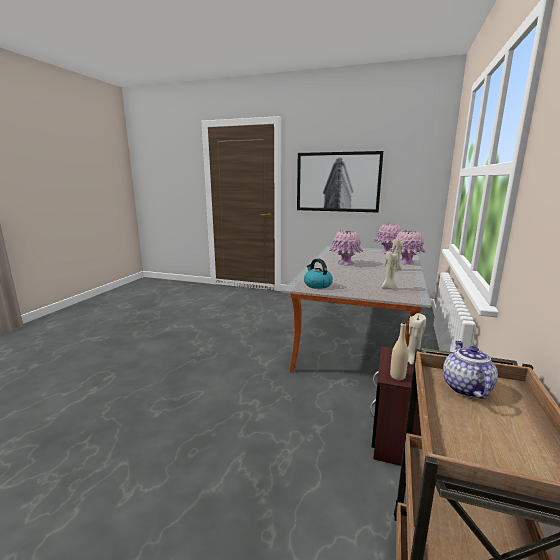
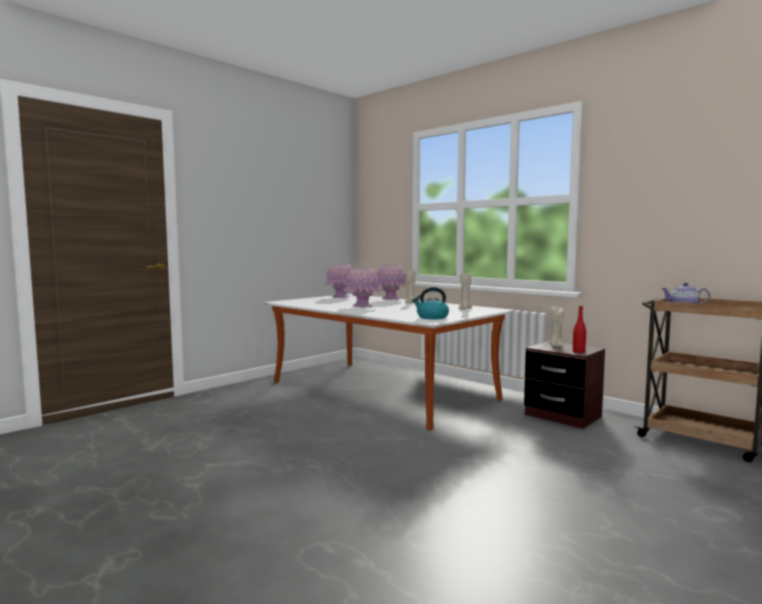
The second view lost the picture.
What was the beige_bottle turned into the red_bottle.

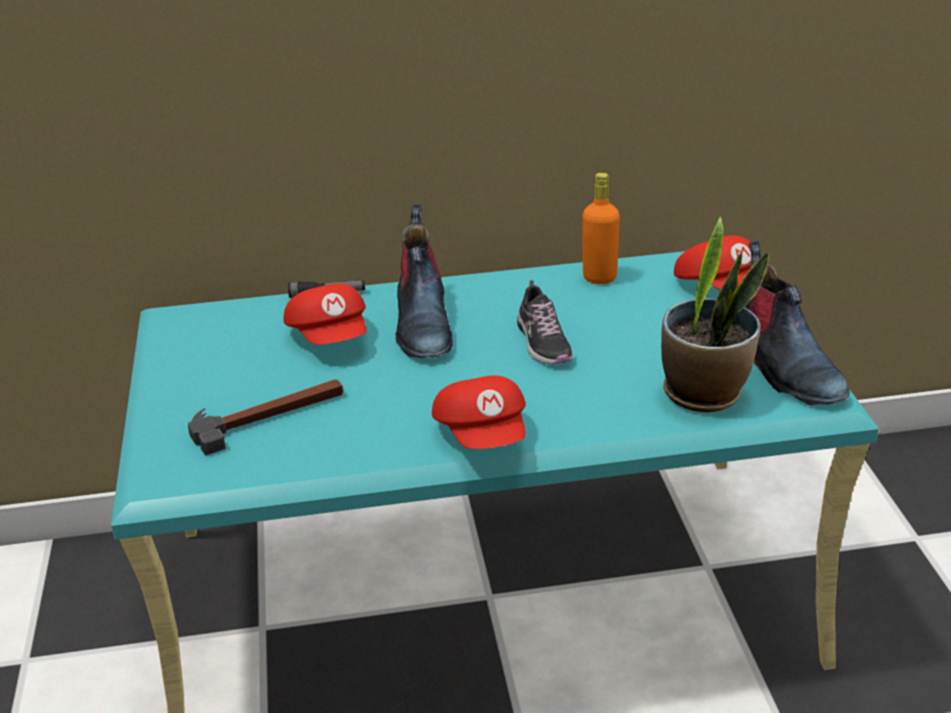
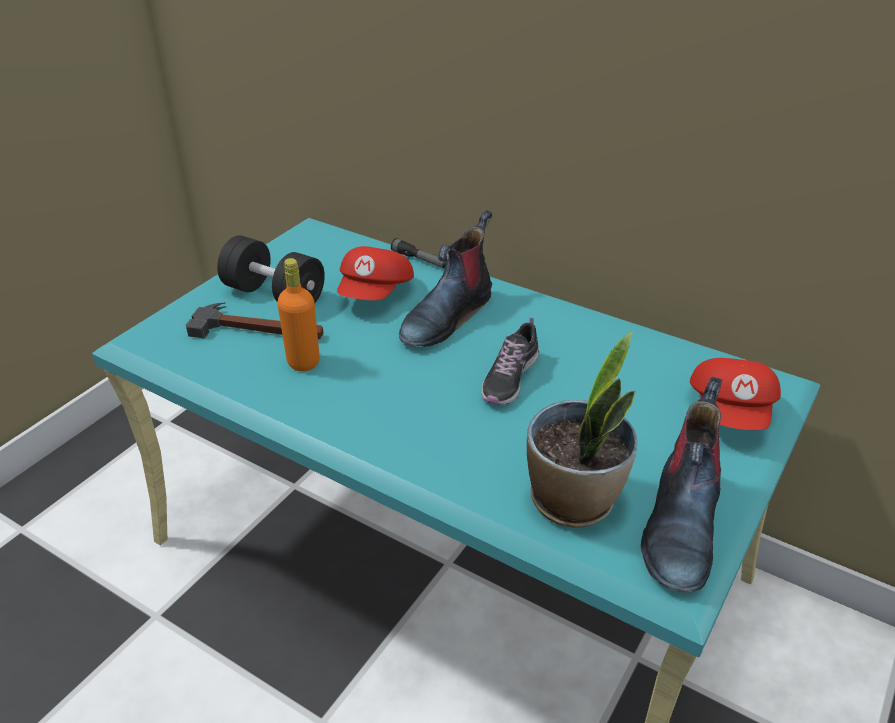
The second view lost the red_cap (no. 2 from left).
The second view gained the black_dumbbell.
The orange_bottle ended up elsewhere.

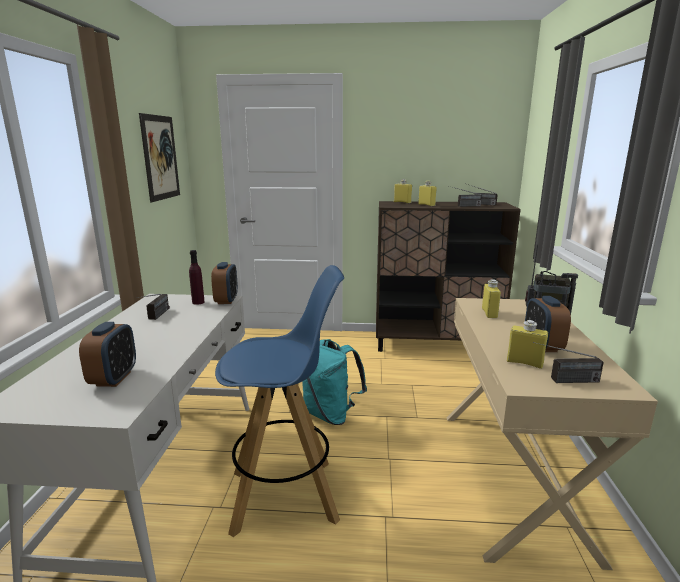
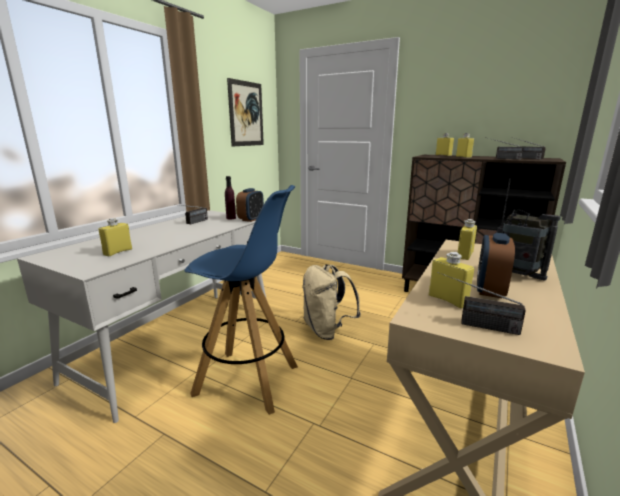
Where the alarm_clock (no. 1 from left) stood, the yellow_bottle (no. 1 from left) came to stand.
What was the turquoise_backpack turned into the beige_backpack.

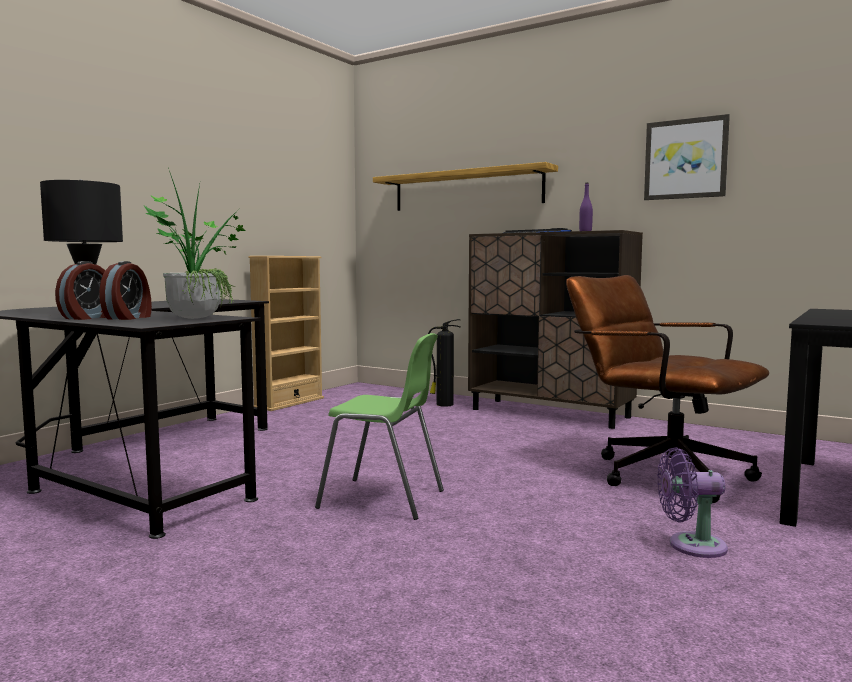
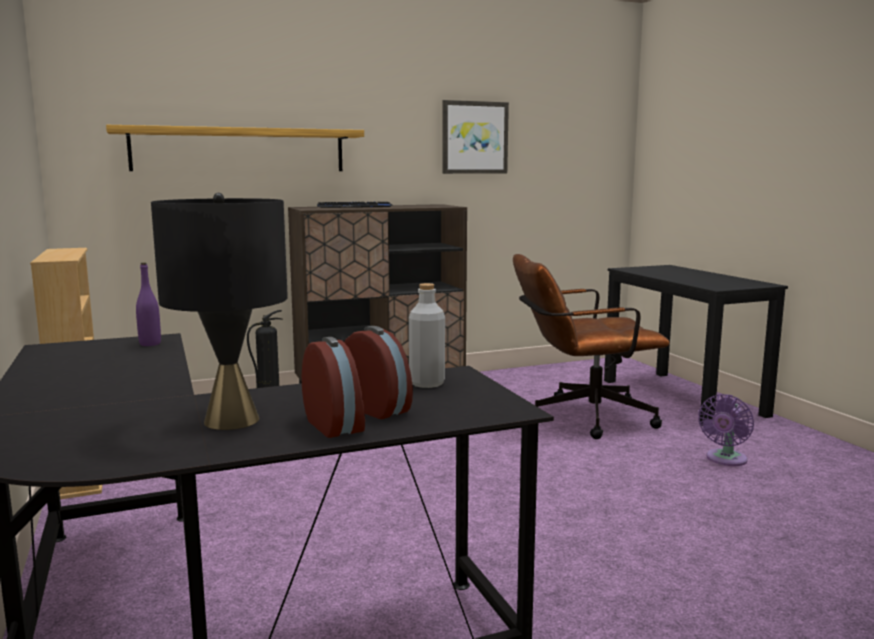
The second view lost the green_chair.
The purple_bottle ended up elsewhere.
Where the potted_plant stood, the grey_bottle came to stand.

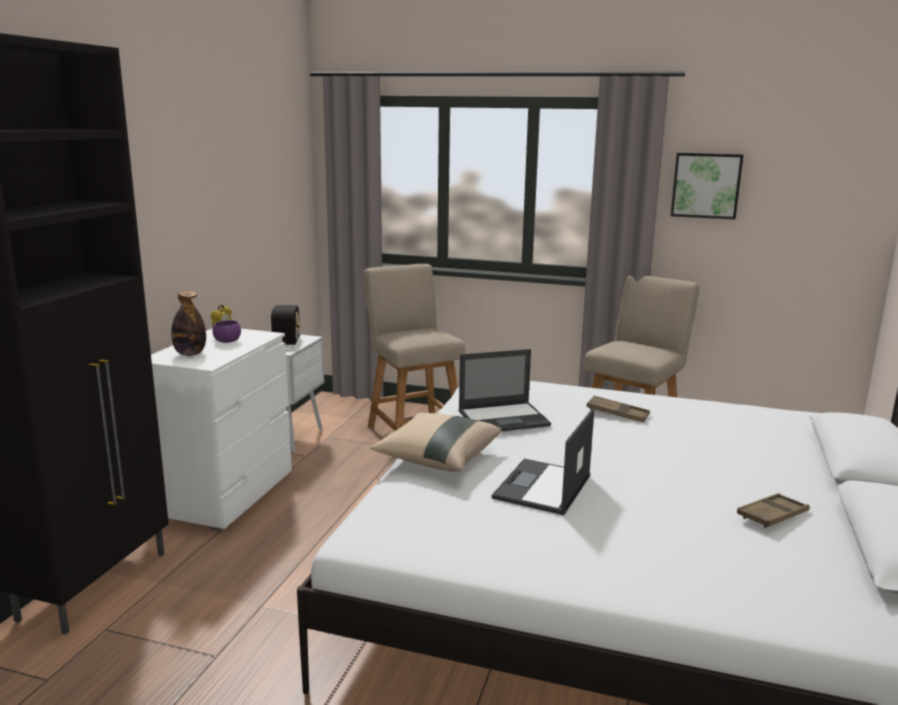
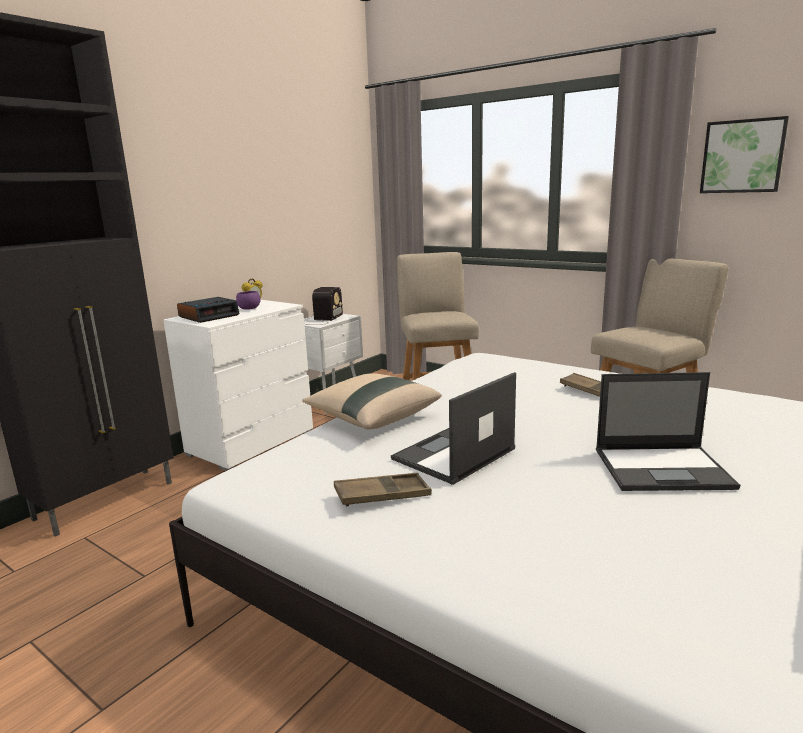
The laptop (no. 1 from left in the first image) ended up elsewhere.
The brown_tray (no. 2 from left in the first image) ended up elsewhere.
Where the bottle stood, the alarm_clock (no. 1 from left) came to stand.

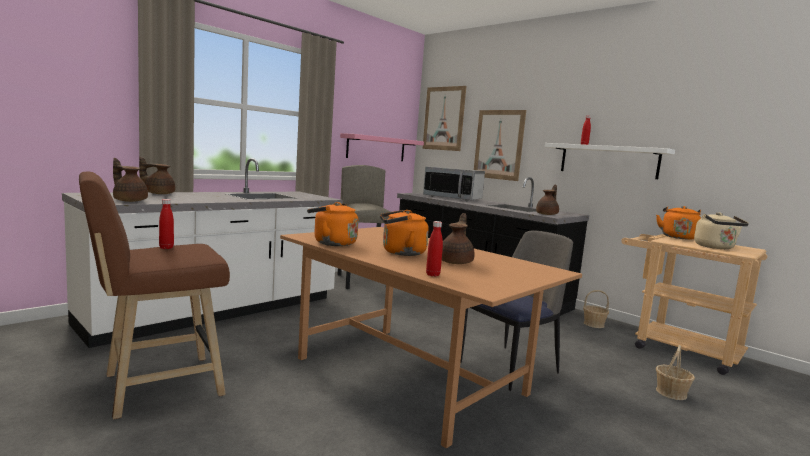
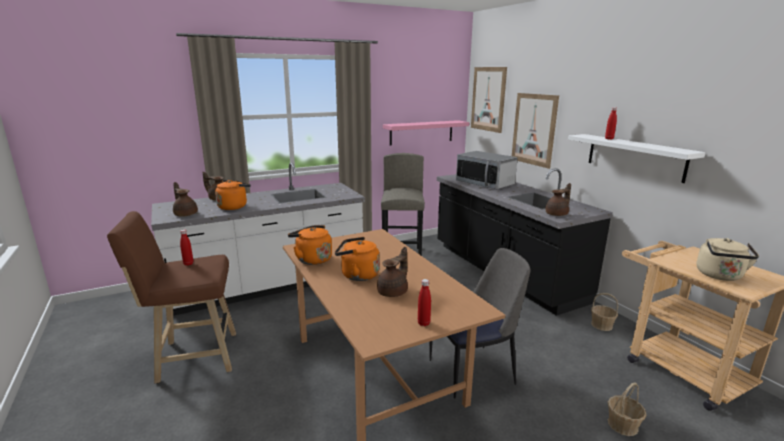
The red_bottle (no. 2 from left) ended up elsewhere.
The orange_kettle (no. 3 from left in the first image) ended up elsewhere.

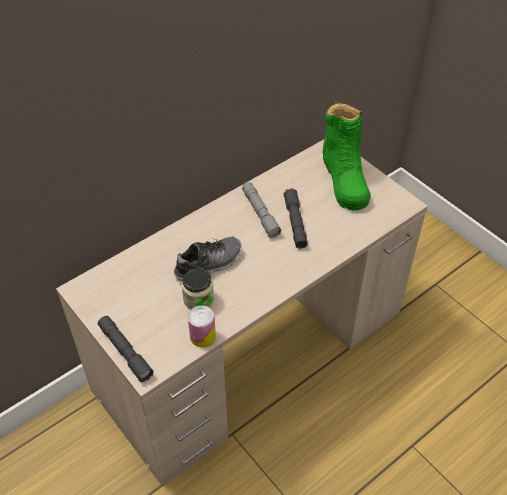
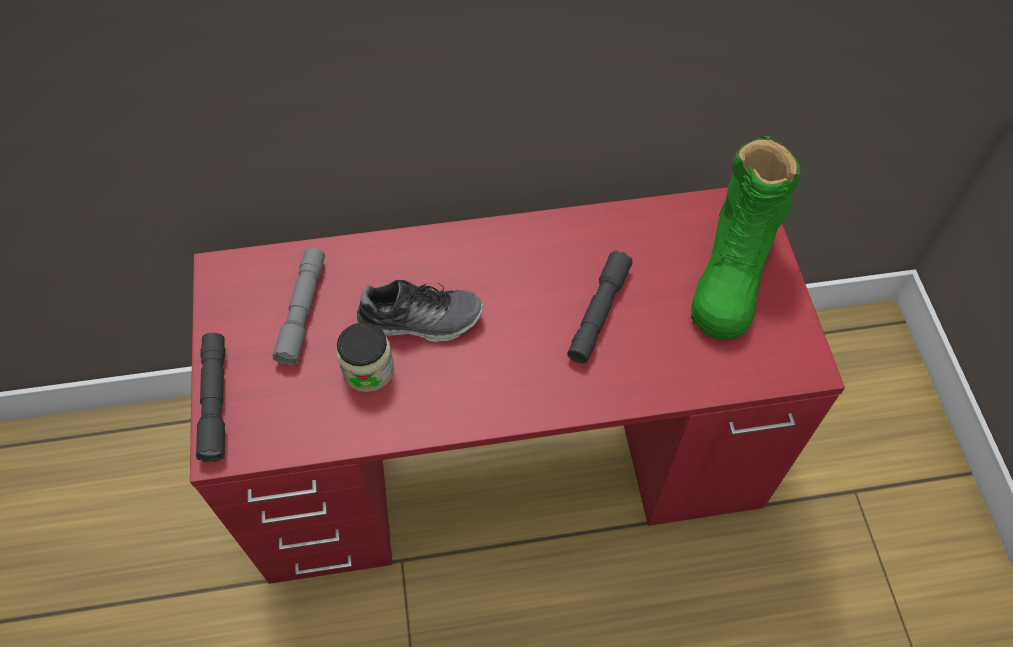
The second view lost the can.
The grey_flashlight (no. 2 from left) ended up elsewhere.
What was the beige_desk turned into the red_desk.

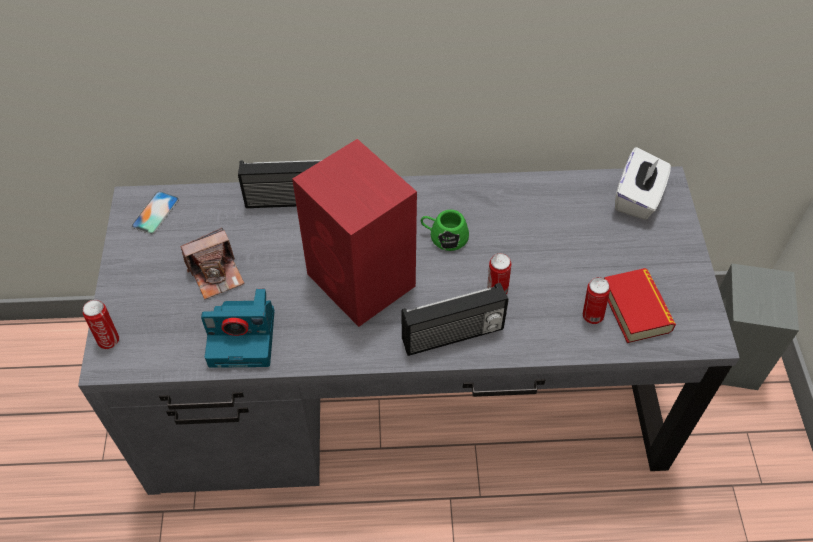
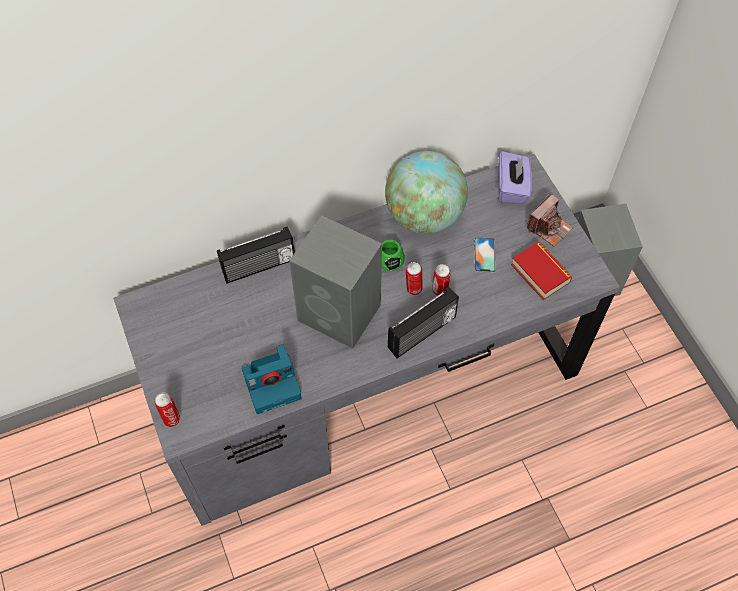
The second view gained the globe.
The phone ended up elsewhere.
The photo_camera (no. 1 from left in the first image) ended up elsewhere.
The can (no. 3 from left in the first image) ended up elsewhere.
What was the red_speaker turned into the grey_speaker (no. 1 from left).
What was the white_tissue_box turned into the purple_tissue_box.

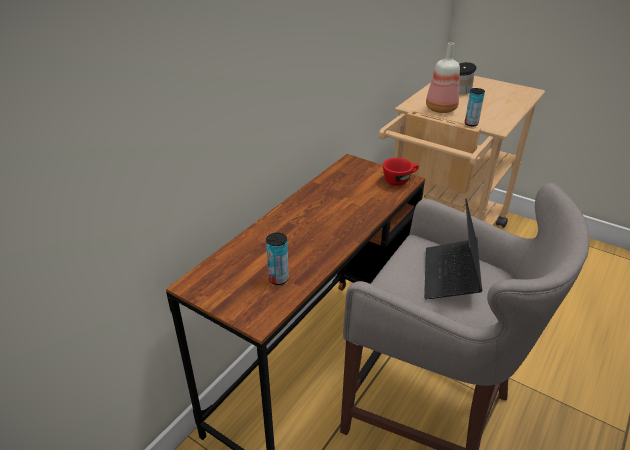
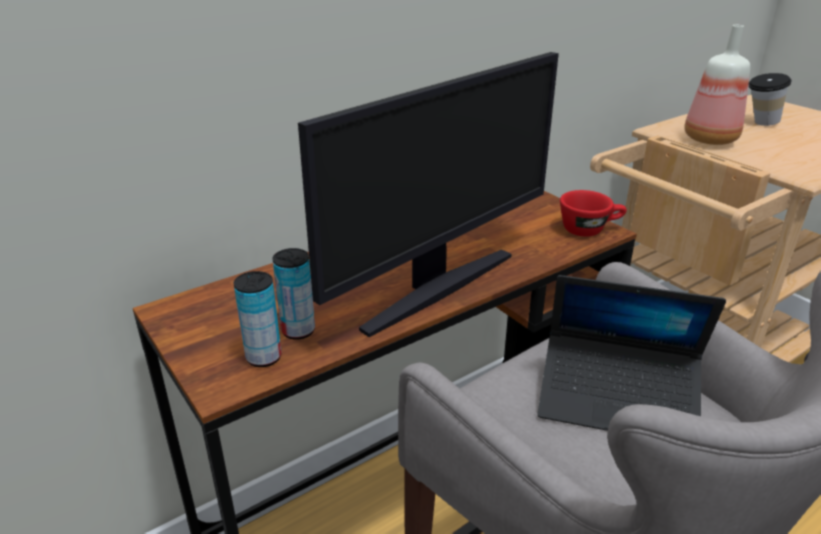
The second view gained the monitor.
The can (no. 2 from left in the first image) ended up elsewhere.
The laptop ended up facing another way, 105 degrees counterclockwise from before.

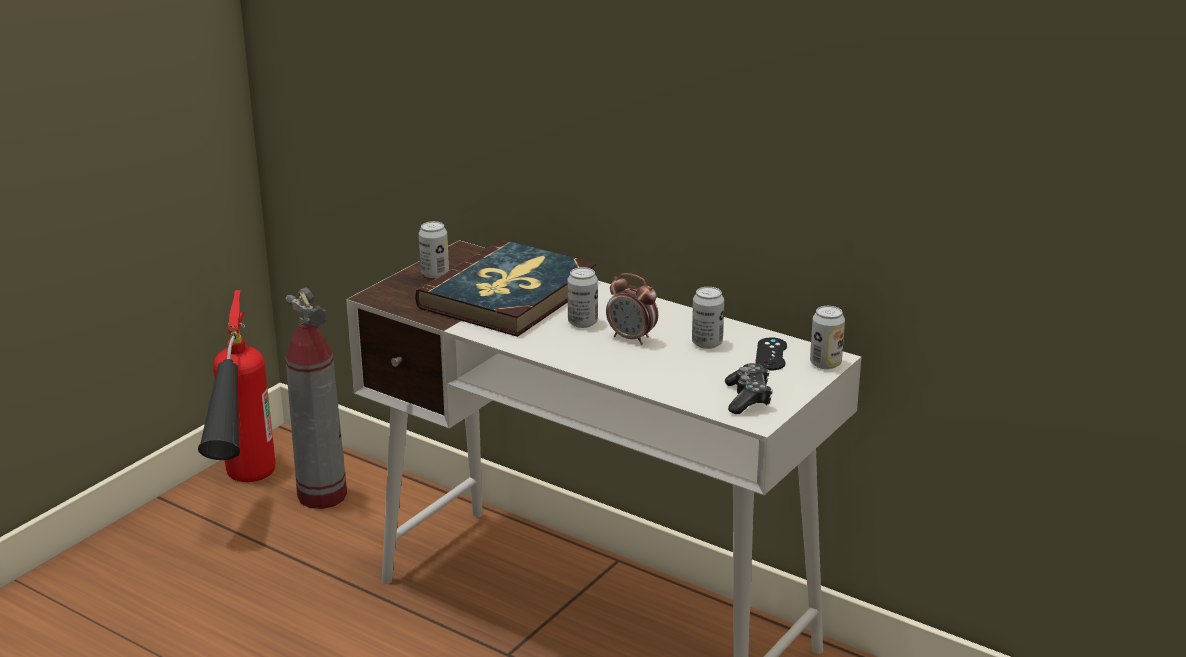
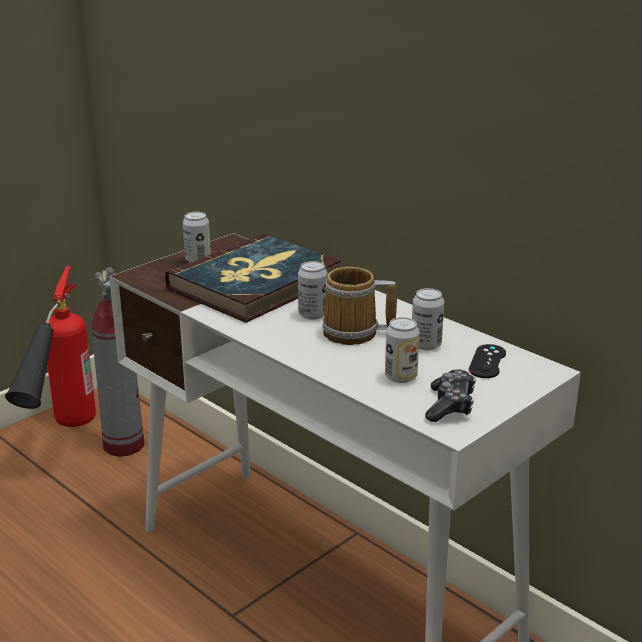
The can (no. 4 from left in the first image) ended up elsewhere.
Where the alarm_clock stood, the mug came to stand.

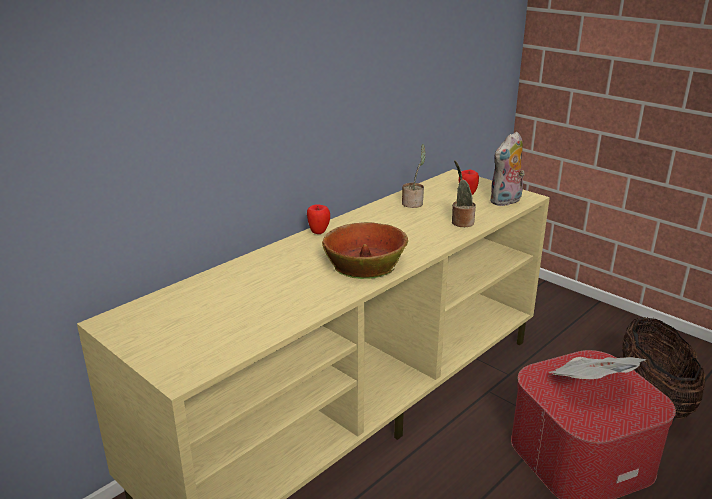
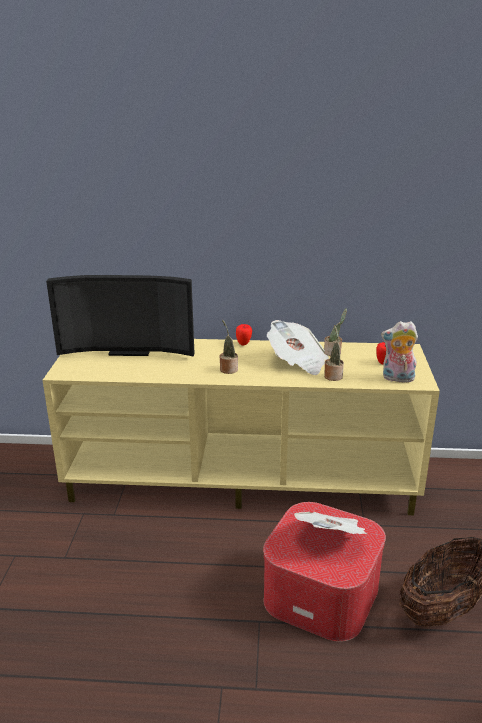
The second view gained the television.
The second view gained the newspaper (no. 1 from left).
Where the bowl stood, the potted_plant (no. 1 from left) came to stand.

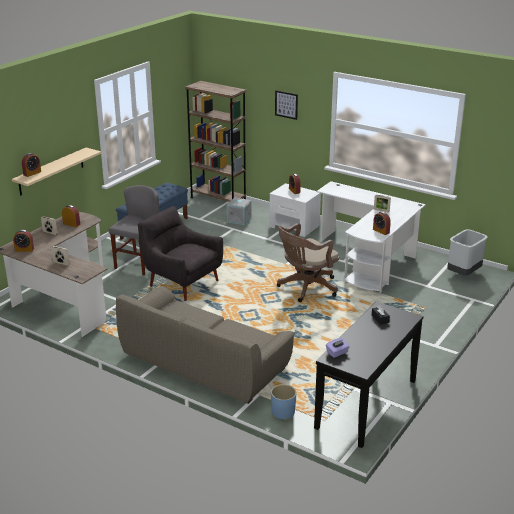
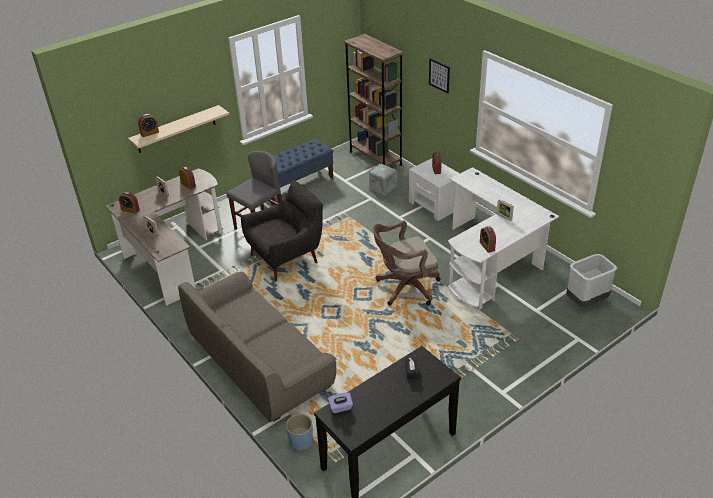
The grey_armchair ended up facing another way, 90 degrees clockwise from before.

